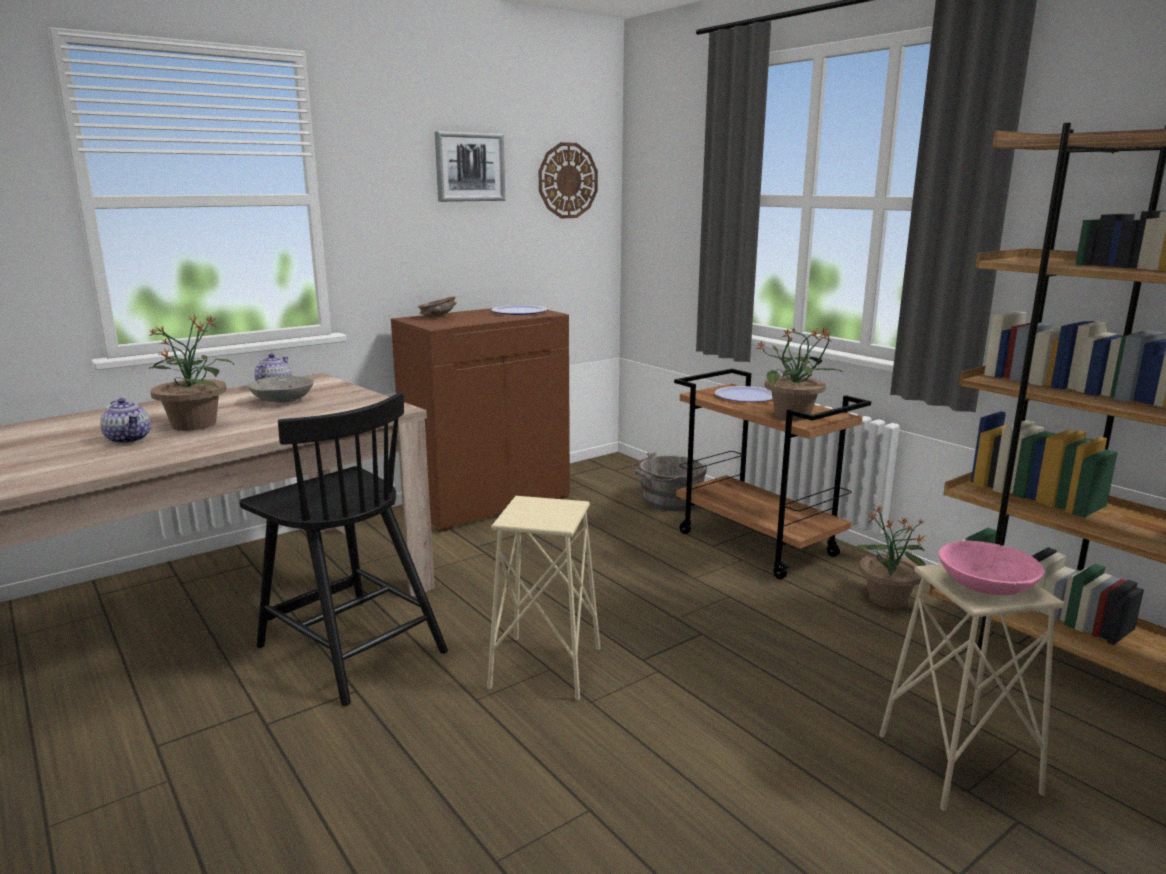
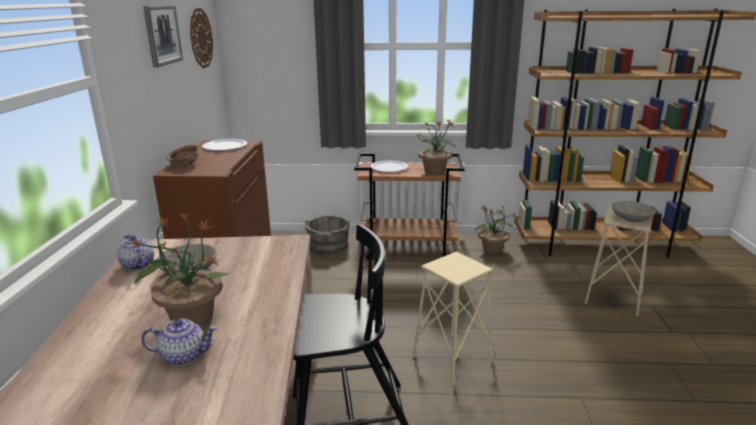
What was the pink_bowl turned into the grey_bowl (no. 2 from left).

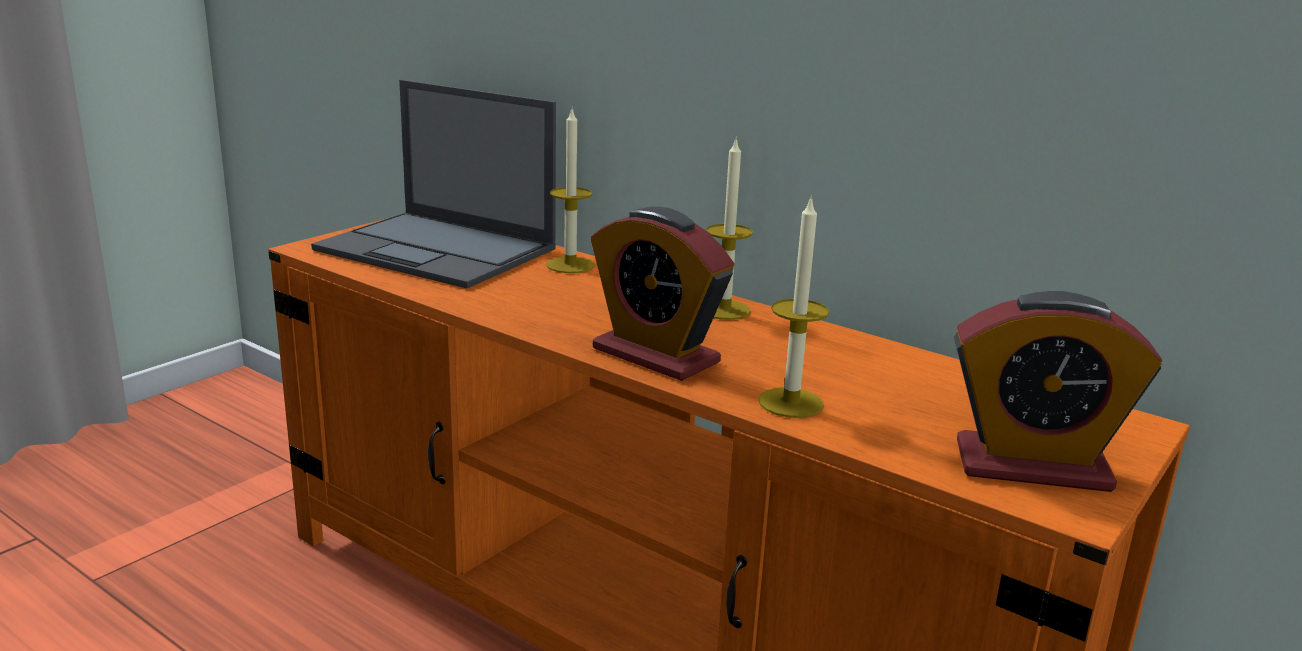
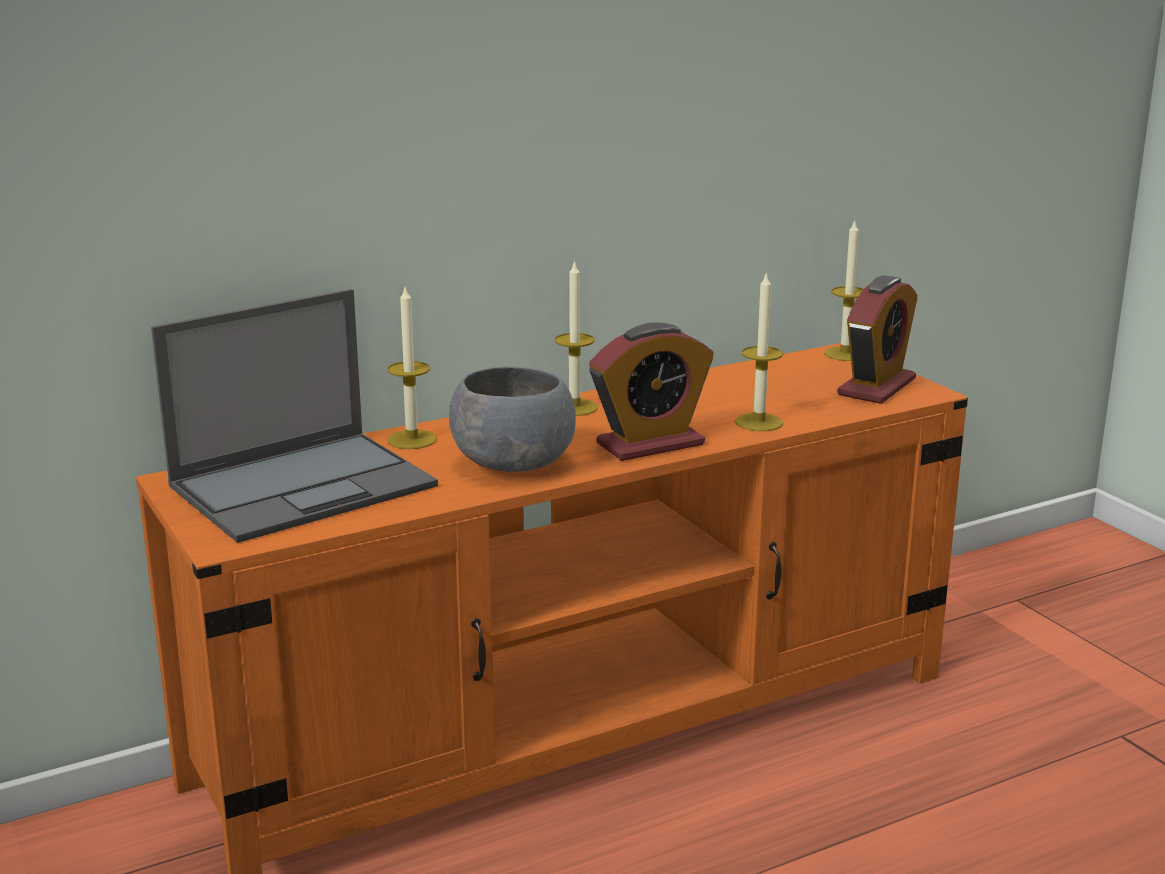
The second view gained the grey_bowl.
The second view gained the candle (no. 4 from left).

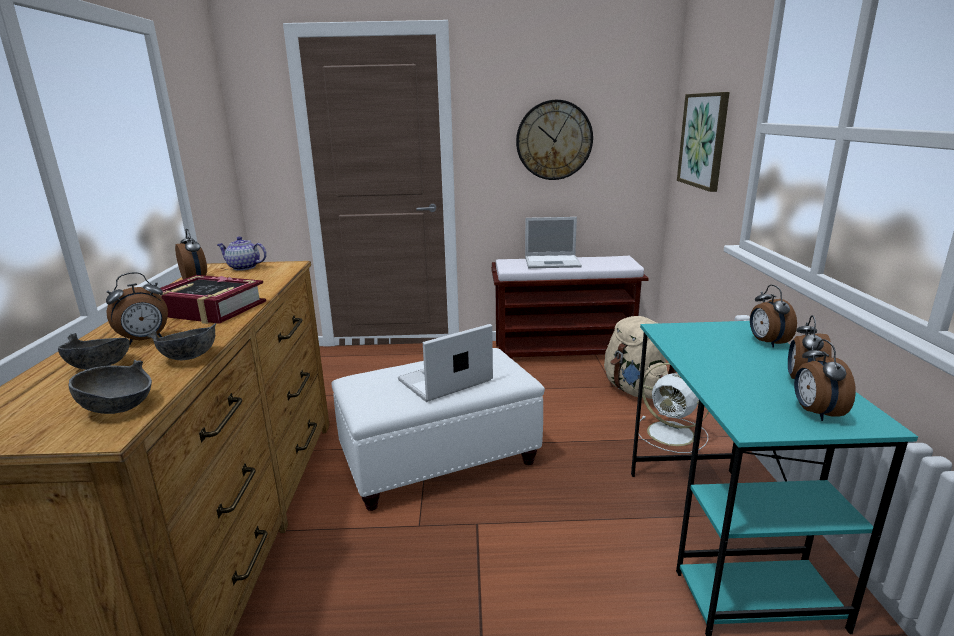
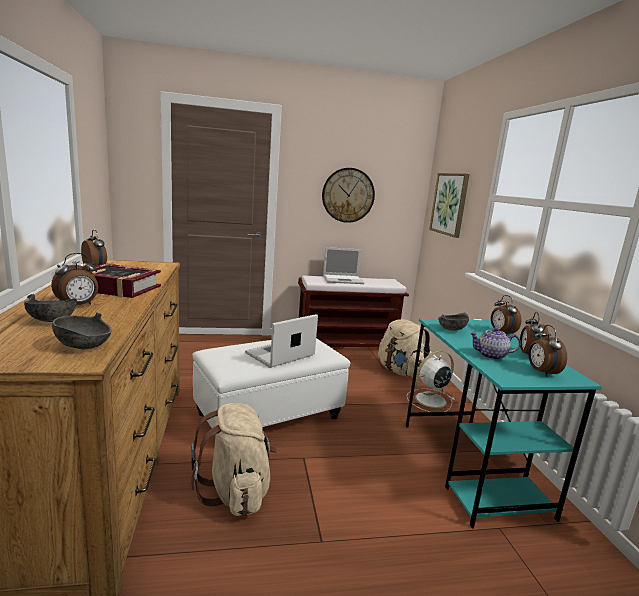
The second view gained the beige_backpack (no. 1 from left).
The grey_bowl (no. 3 from left) ended up elsewhere.
The teapot ended up elsewhere.
The white_fan ended up facing another way, 120 degrees clockwise from before.

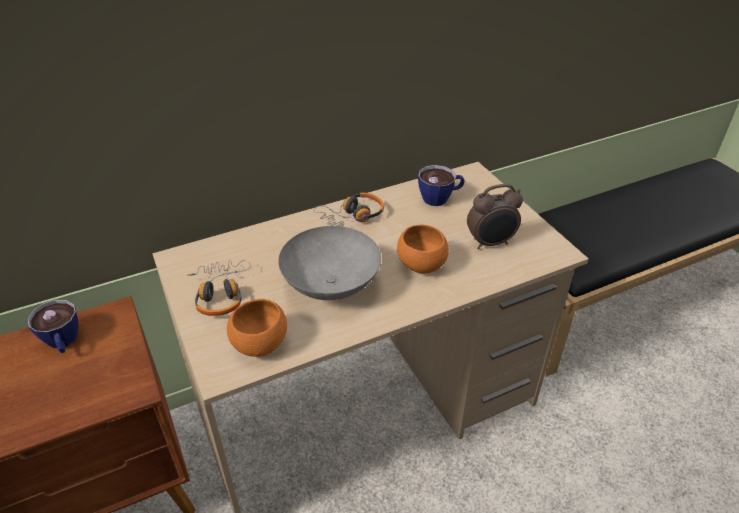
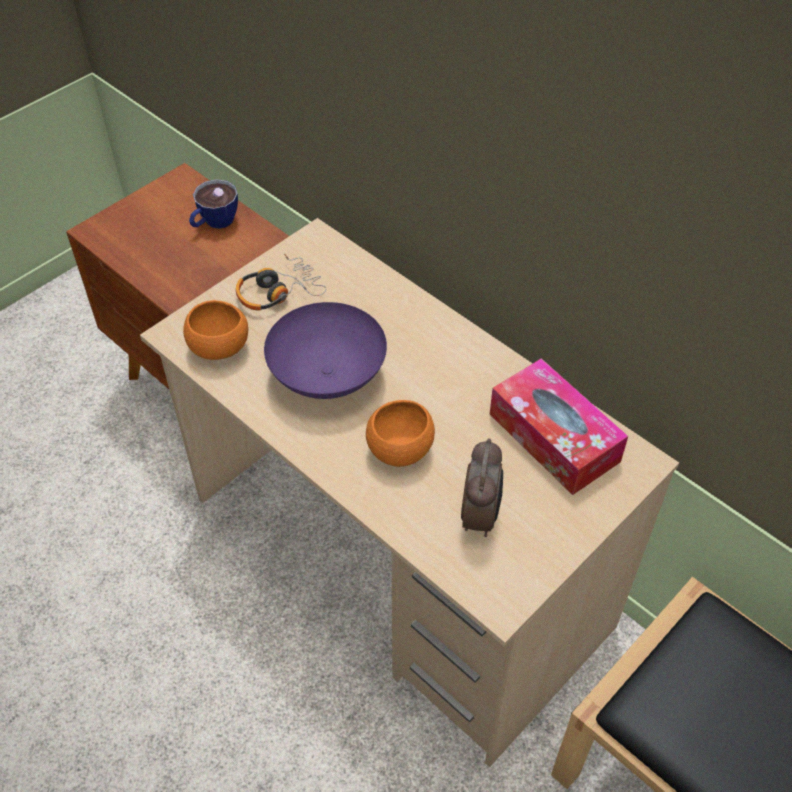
The second view lost the headphones (no. 2 from left).
Where the cup (no. 2 from left) stood, the tissue_box came to stand.
What was the grey_bowl turned into the purple_bowl.
The alarm_clock ended up facing another way, 135 degrees counterclockwise from before.

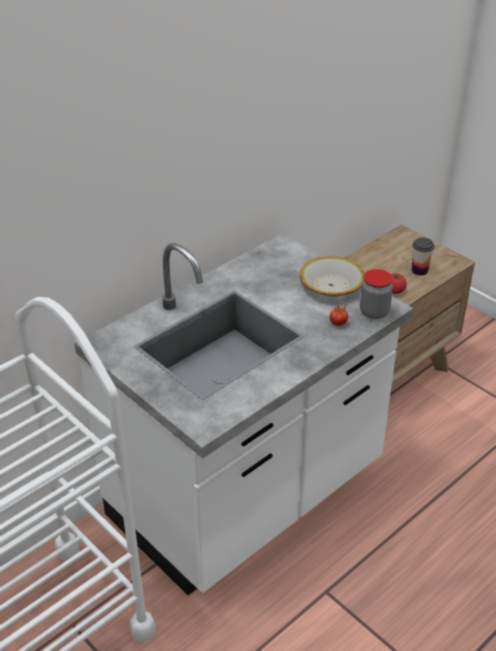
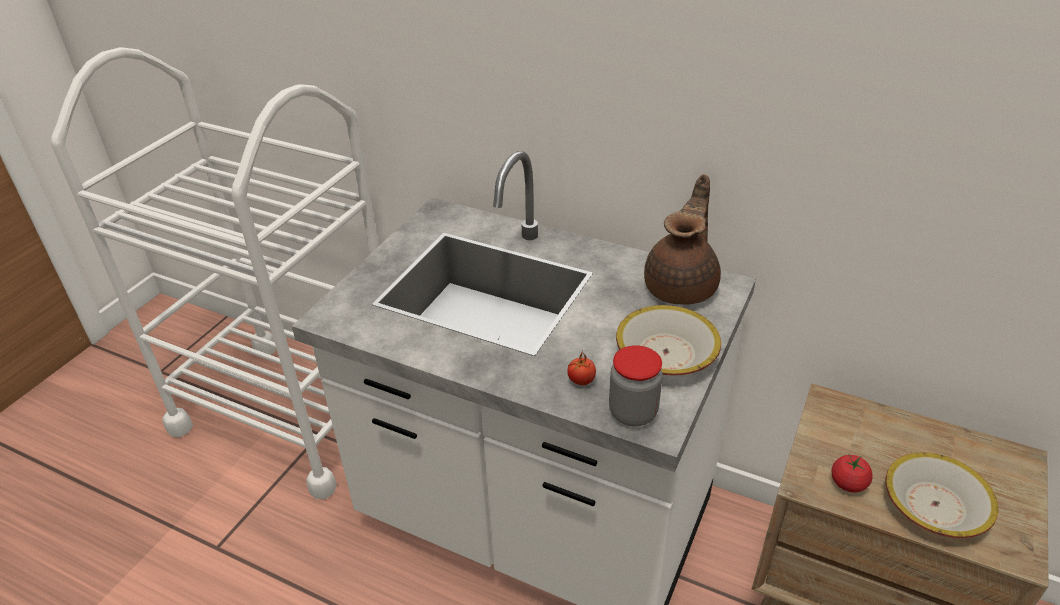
The second view gained the brown_teapot.
Where the cup stood, the bowl (no. 2 from left) came to stand.

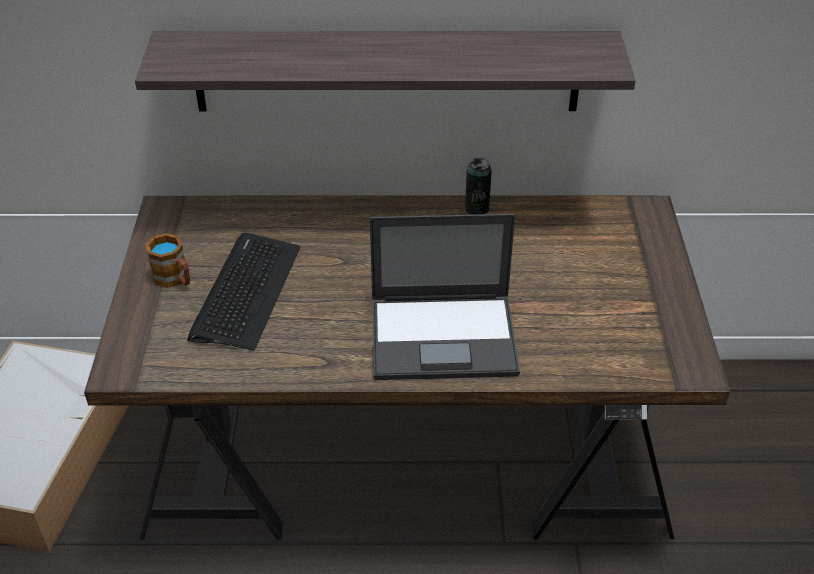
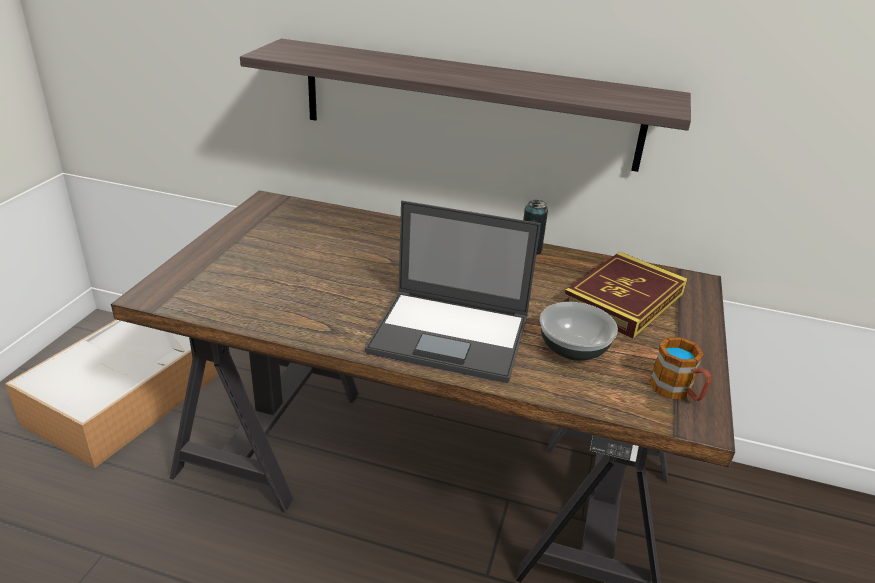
The second view lost the keyboard.
The second view gained the bowl.
The second view gained the book.
The mug ended up elsewhere.

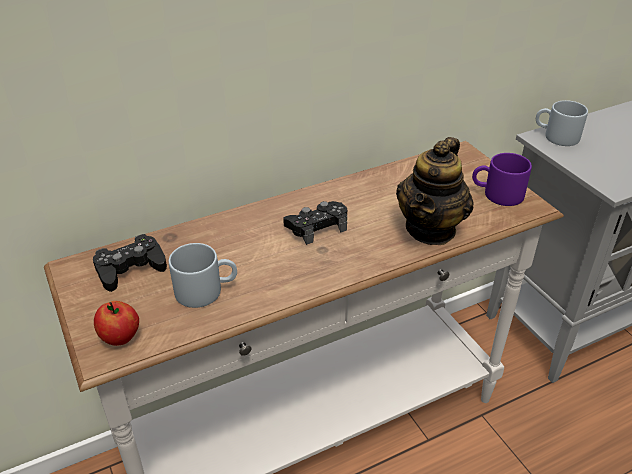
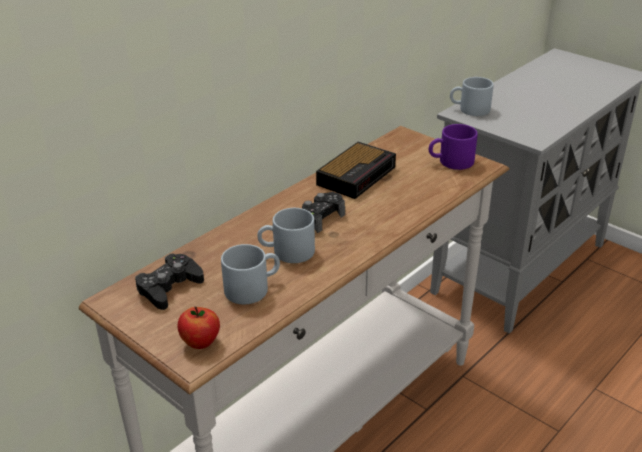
The second view lost the teapot.
The second view gained the grey_mug (no. 2 from left).
The second view gained the alarm_clock.

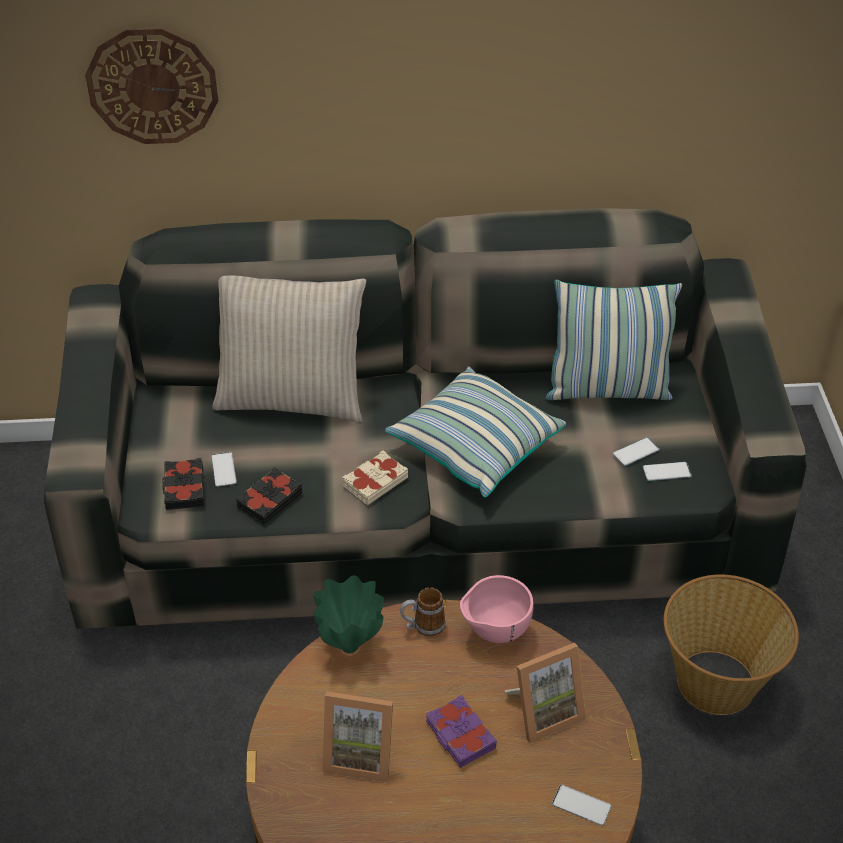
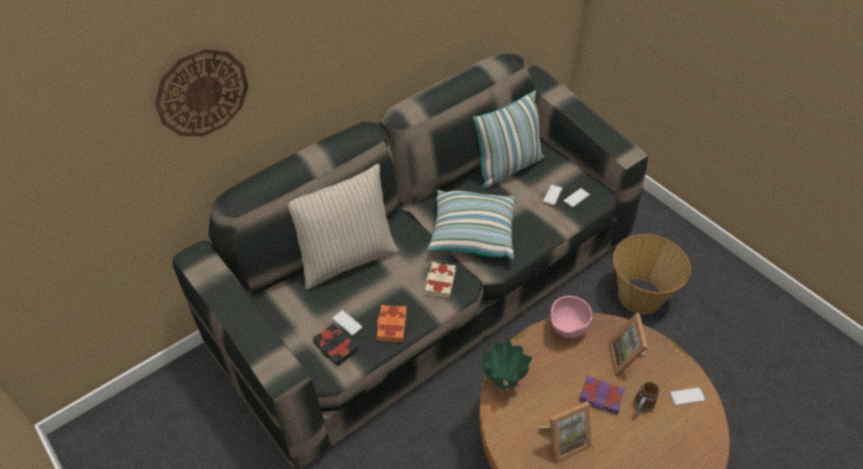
The mug ended up elsewhere.
What was the black_book (no. 2 from left) turned into the orange_book.
The picture_frame (no. 2 from left) ended up facing another way, 150 degrees clockwise from before.

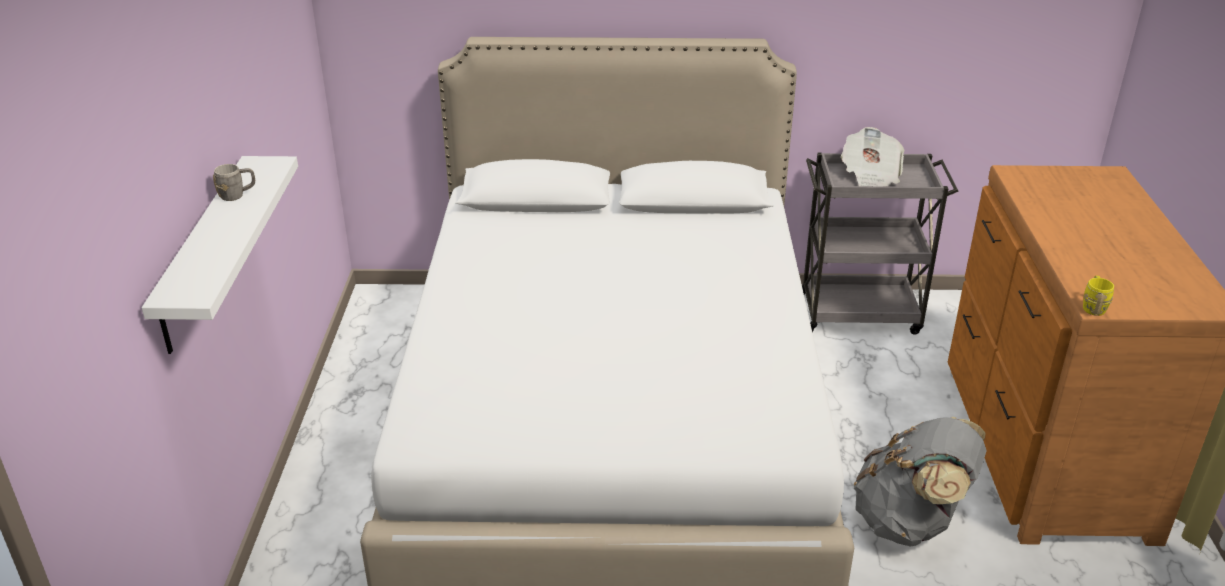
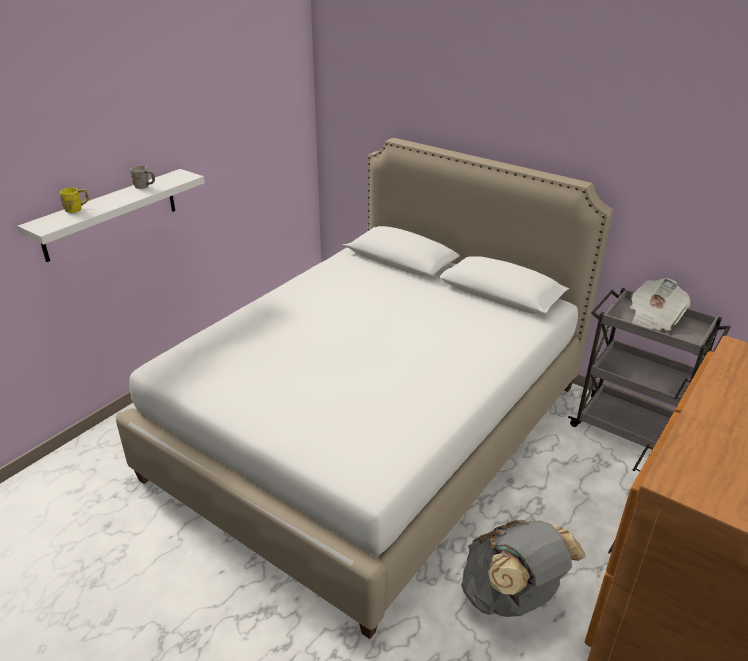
The yellow_mug ended up elsewhere.

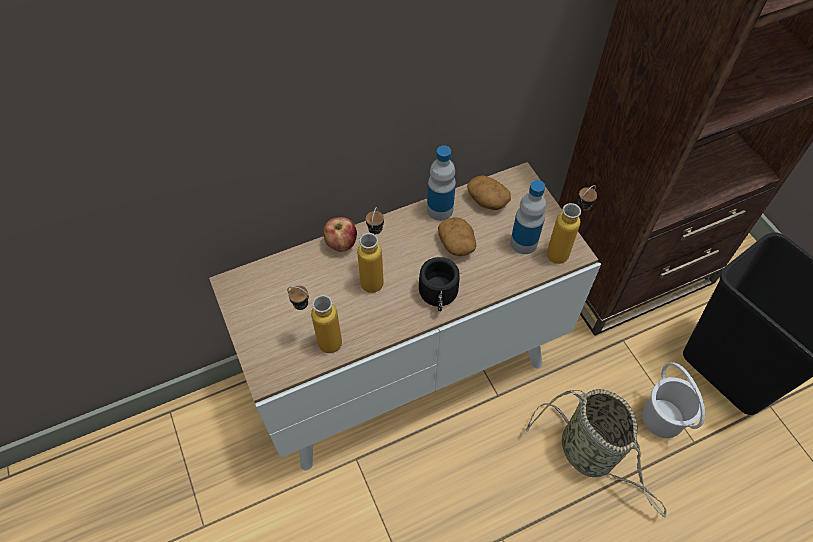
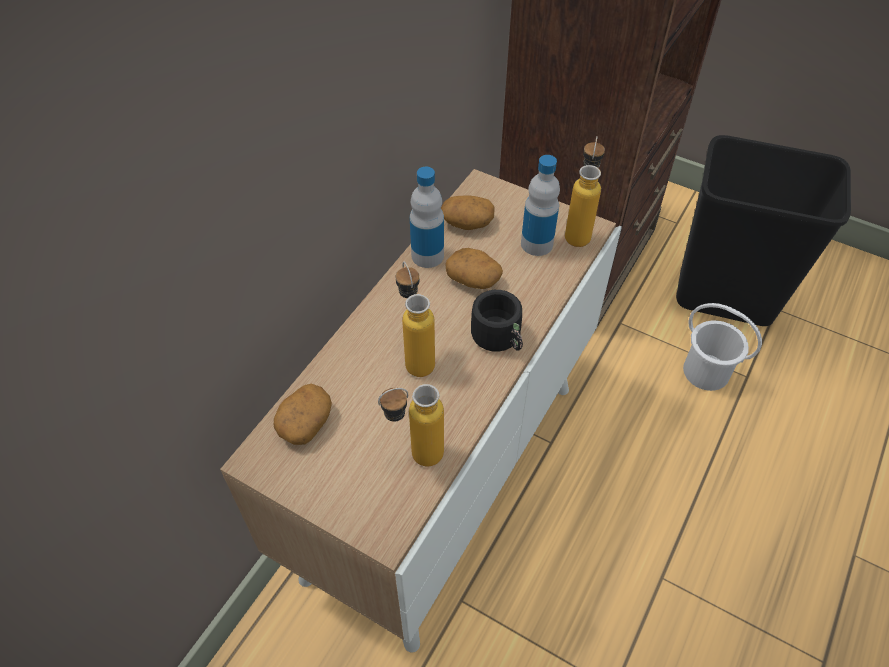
The second view lost the apple.
The second view lost the basket.
The second view gained the potato (no. 1 from left).

